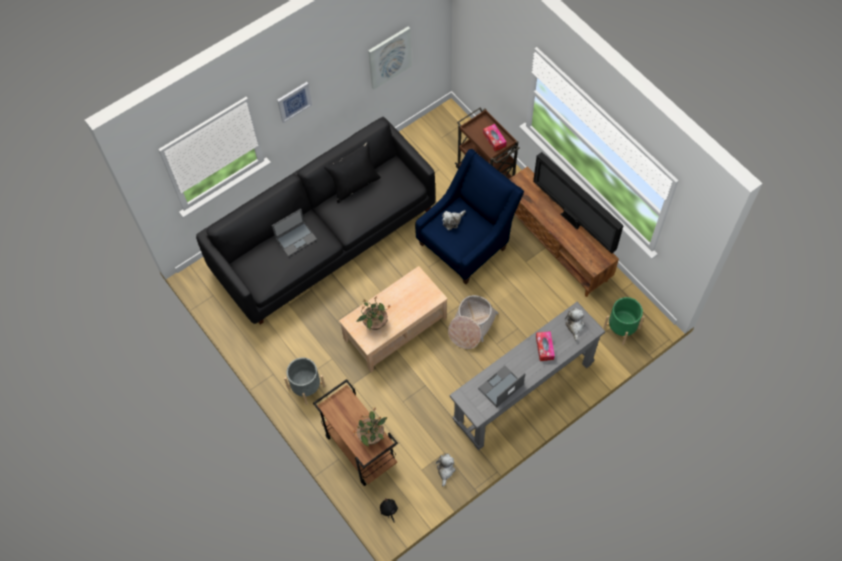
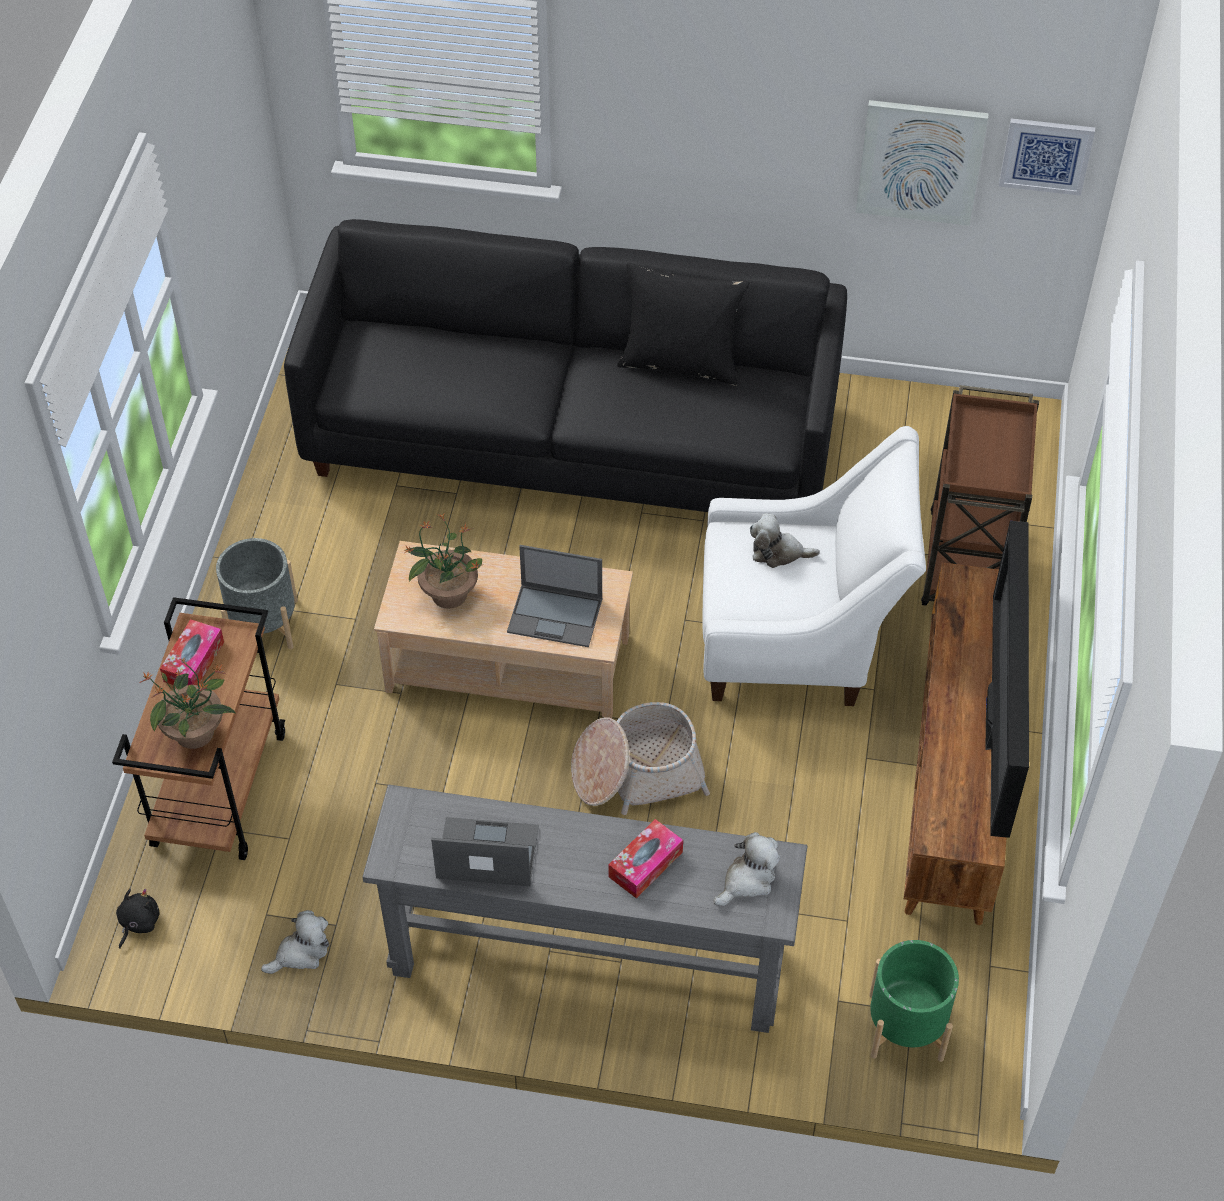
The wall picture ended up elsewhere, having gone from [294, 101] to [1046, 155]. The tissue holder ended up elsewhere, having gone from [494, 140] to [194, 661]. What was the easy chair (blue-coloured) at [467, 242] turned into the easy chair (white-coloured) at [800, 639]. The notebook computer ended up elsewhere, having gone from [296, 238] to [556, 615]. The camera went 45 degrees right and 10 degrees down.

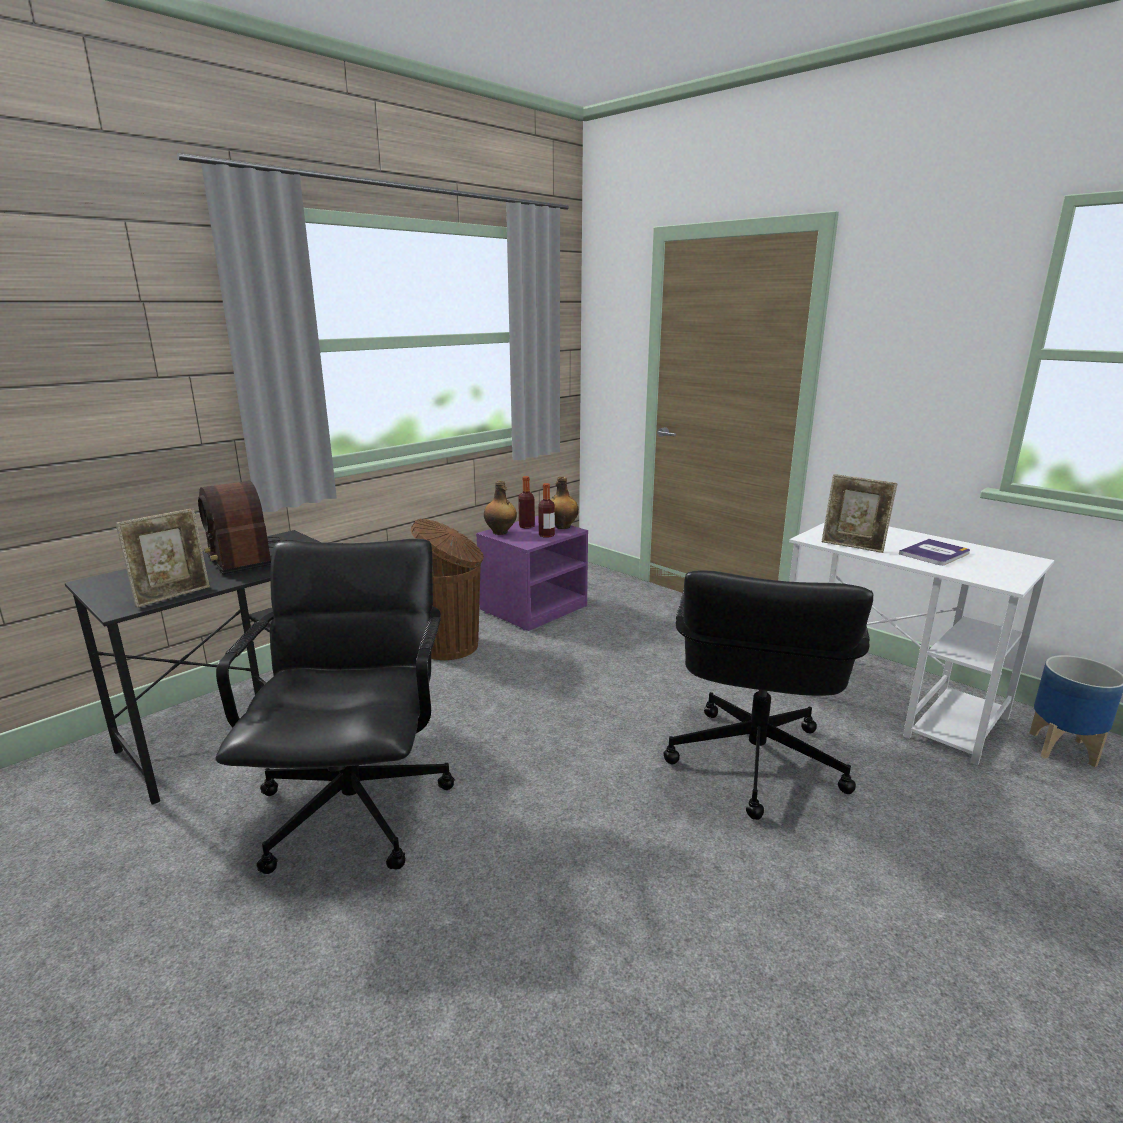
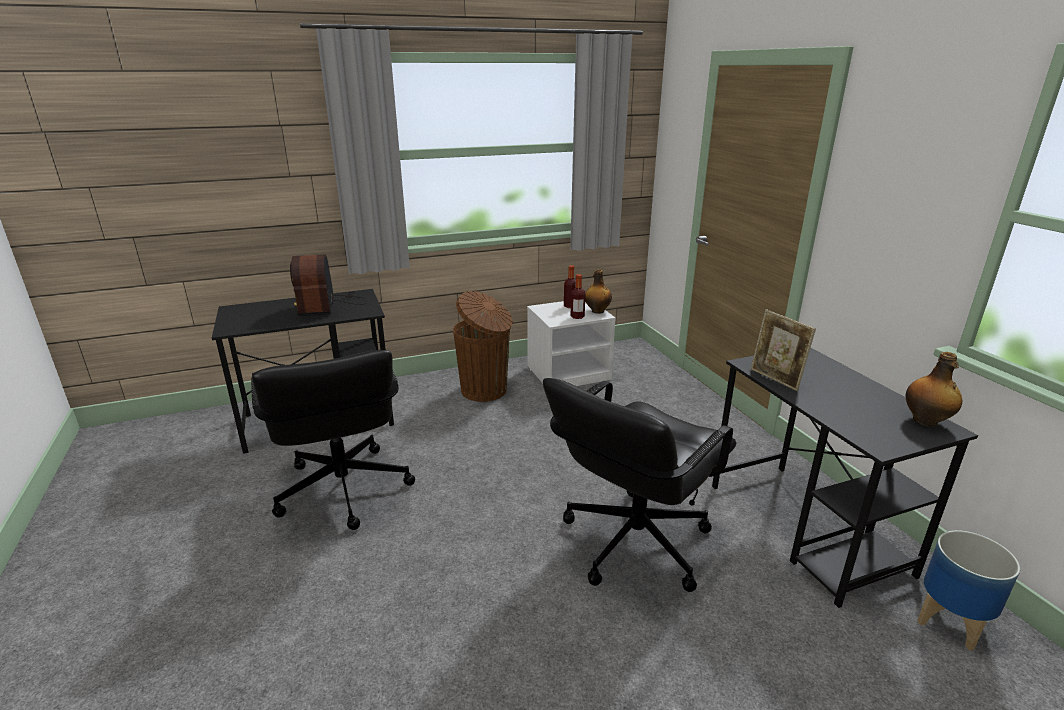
The beverage bottle ended up elsewhere, having gone from [500, 532] to [926, 421]. The second view lost the standing frame at [173, 596]. What was the bedside table (purplish) at [533, 608] turned into the bedside table (white-coloured) at [568, 373]. What was the desk table (white-coloured) at [889, 703] turned into the desk table (blackish) at [806, 529]. The computer chair (blackish) at [356, 808] ended up facing another way, 135 degrees clockwise from before. The second view lost the book at [935, 553]. The camera went 25 degrees right and 5 degrees up.

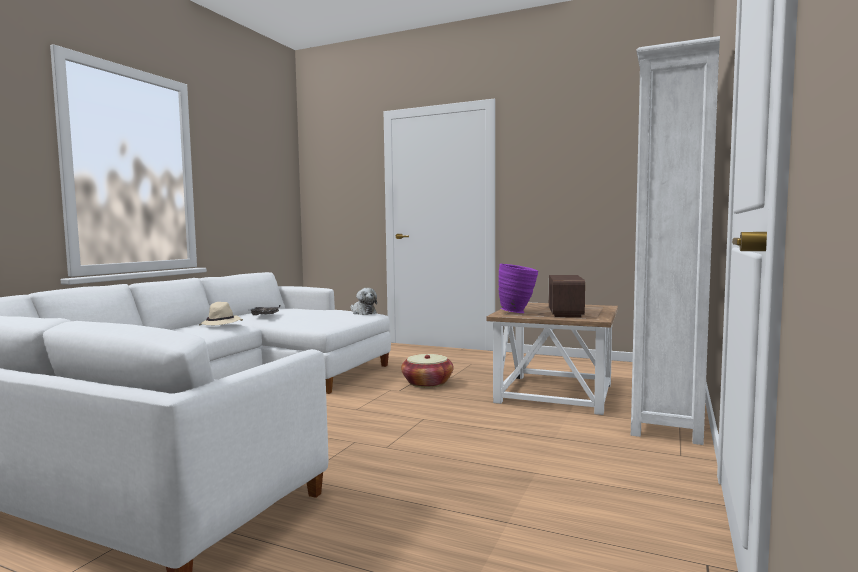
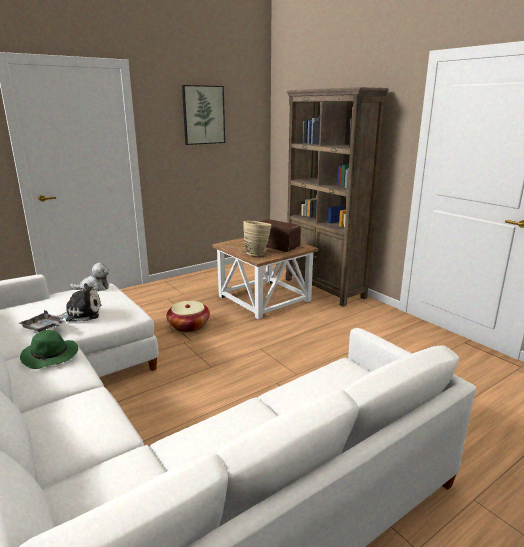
What was the bookcase (white-coloured) at [666, 413] turned into the bookcase (brown-coloured) at [324, 288]. What was the decorative vase (purplish) at [518, 312] turned into the decorative vase (sand-coloured) at [257, 254]. What was the clothing hat (sand-coloured) at [221, 324] turned into the clothing hat (greenish) at [51, 356]. The second view gained the wall picture at [203, 115]. The second view gained the plush toy at [81, 314]. The camera went 60 degrees left and 15 degrees up.

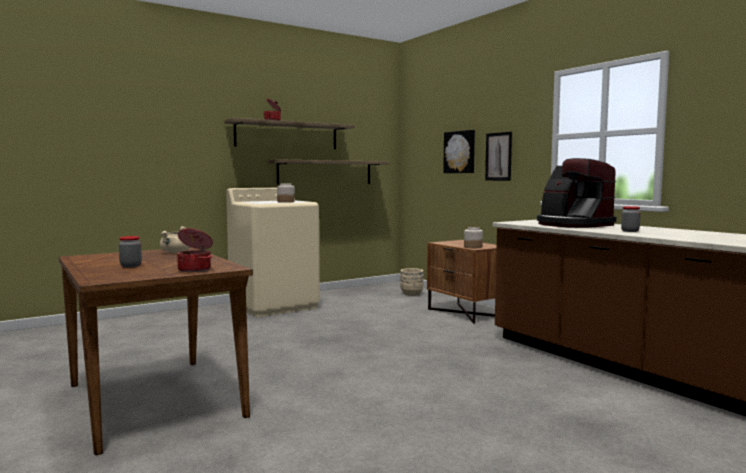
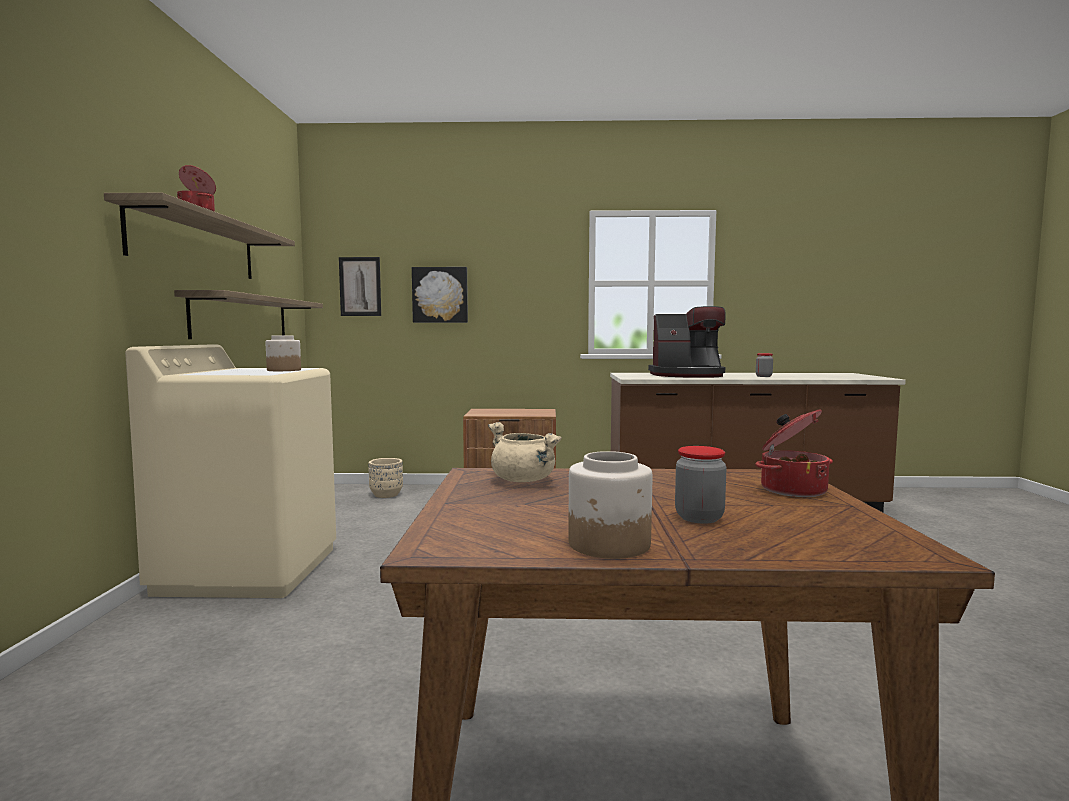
The wall picture ended up elsewhere, having gone from [498, 156] to [360, 286]. The preserve jar ended up elsewhere, having gone from [473, 247] to [609, 544]. The camera went 55 degrees left and 0 degrees up.

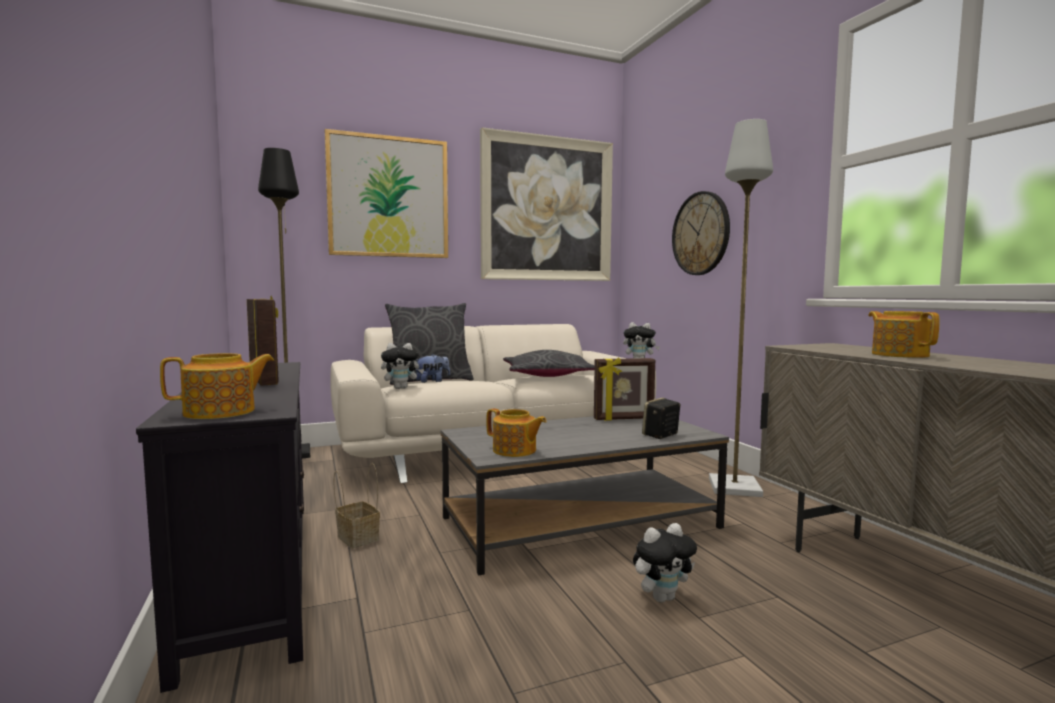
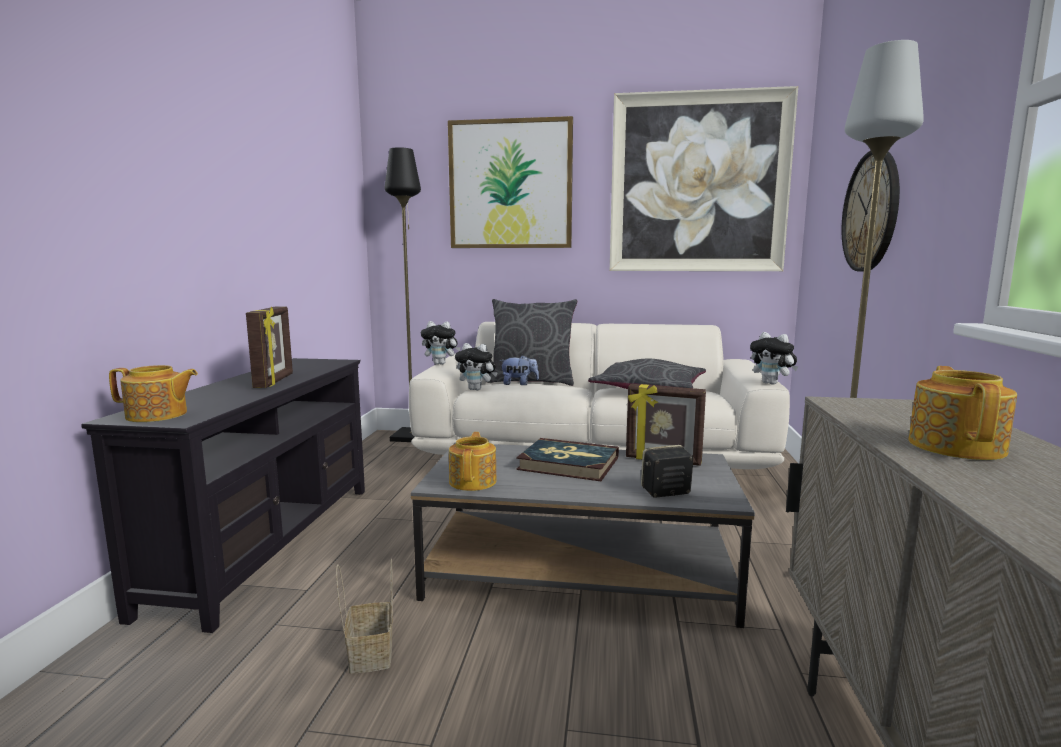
The pot for tea at [515, 451] ended up facing another way, 150 degrees counterclockwise from before. The basket ended up elsewhere, having gone from [356, 537] to [369, 653]. The plush toy ended up elsewhere, having gone from [662, 597] to [441, 364]. The second view gained the book at [568, 464]. The camera went 30 degrees right and 5 degrees up.

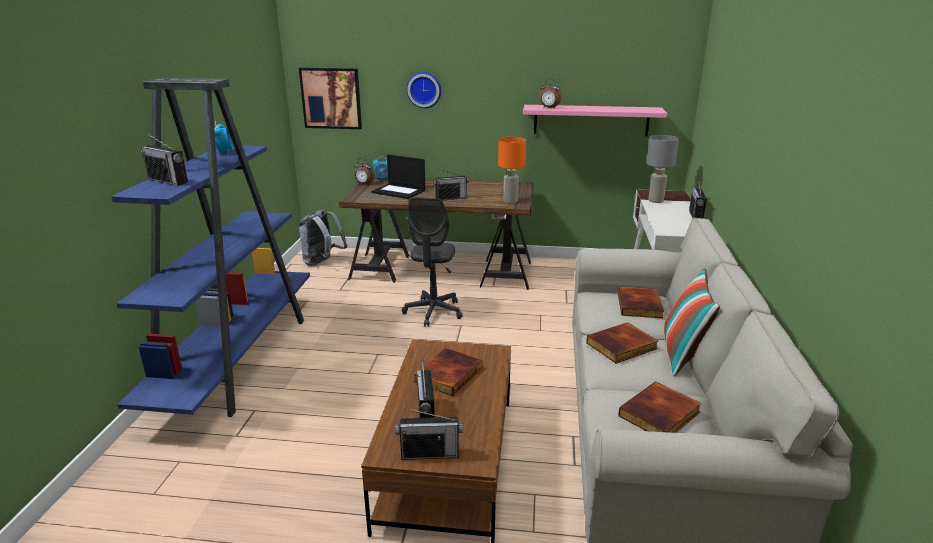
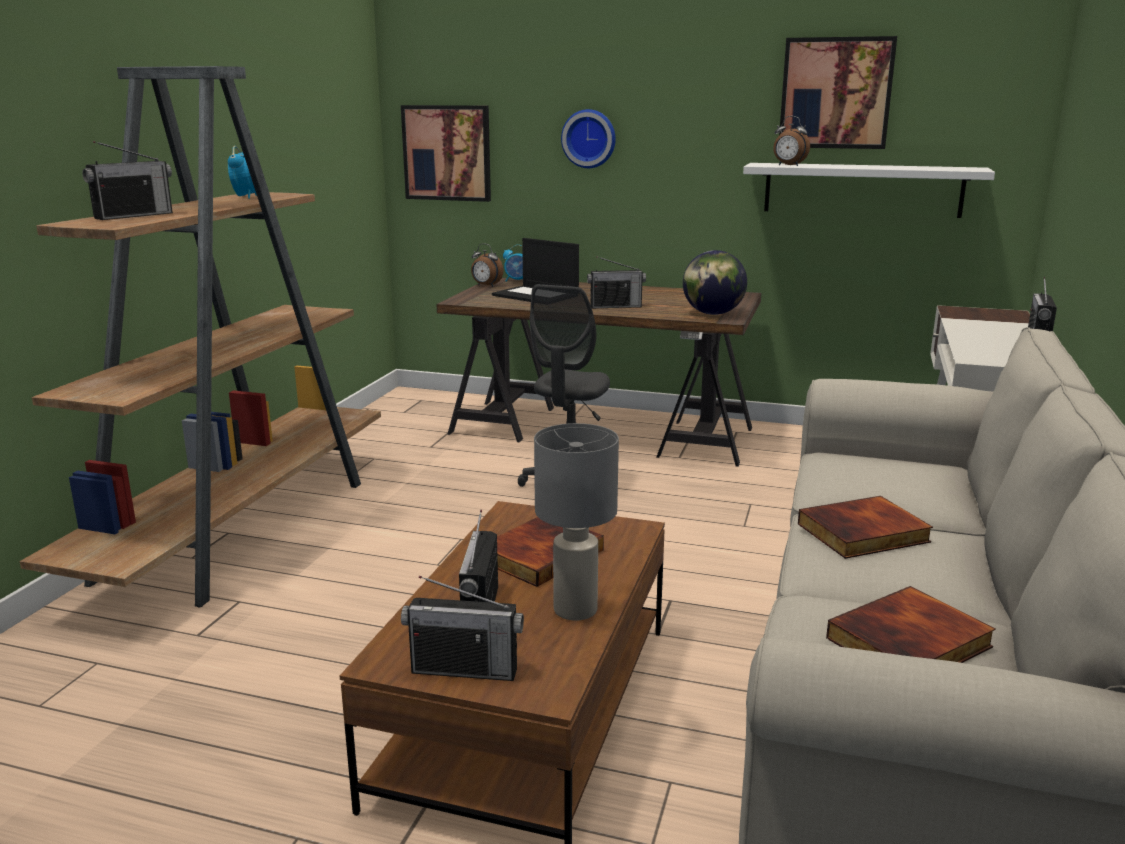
What was the bookcase (blue-coloured) at [237, 358] turned into the bookcase (brown-coloured) at [241, 527]. What was the wall shelf (pink) at [591, 120] turned into the wall shelf (white-coloured) at [862, 189]. The radio receiver at [168, 181] ended up facing another way, 90 degrees counterclockwise from before. The tabletop lamp (grey) ended up elsewhere, having gone from [655, 200] to [575, 609]. Where the tabletop lamp (orangey) stood at [510, 201], the world globe came to stand at [712, 314]. The second view lost the rucksack (grey) at [322, 262]. The second view lost the cushion at [683, 355]. The second view lost the book at [640, 305]. The second view gained the wall picture at [836, 93]. The camera went 10 degrees right and 5 degrees down.

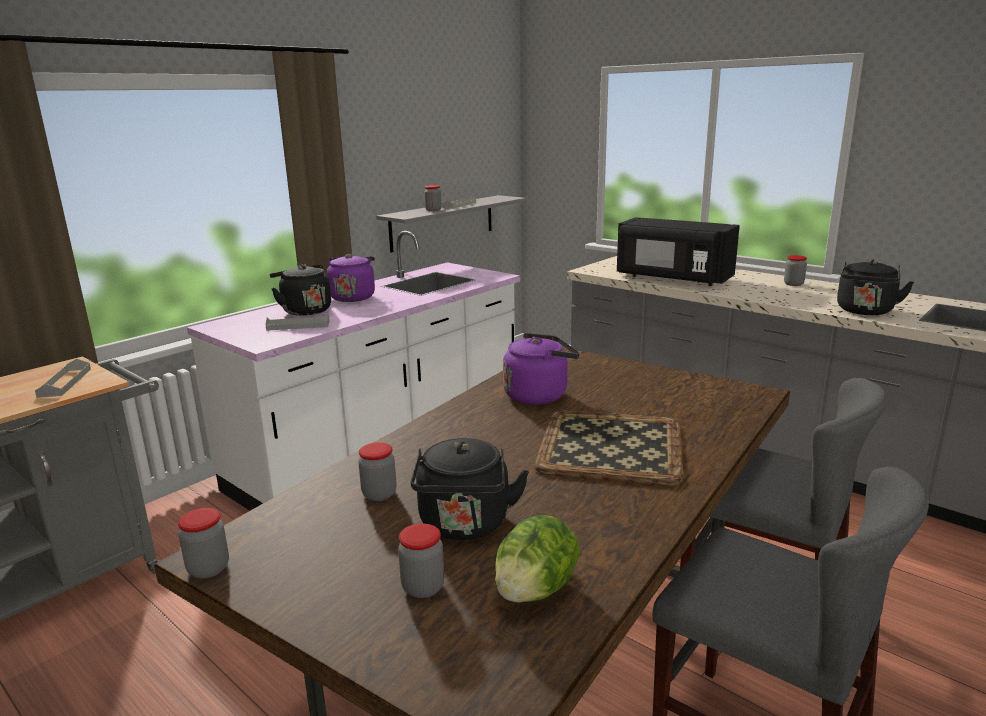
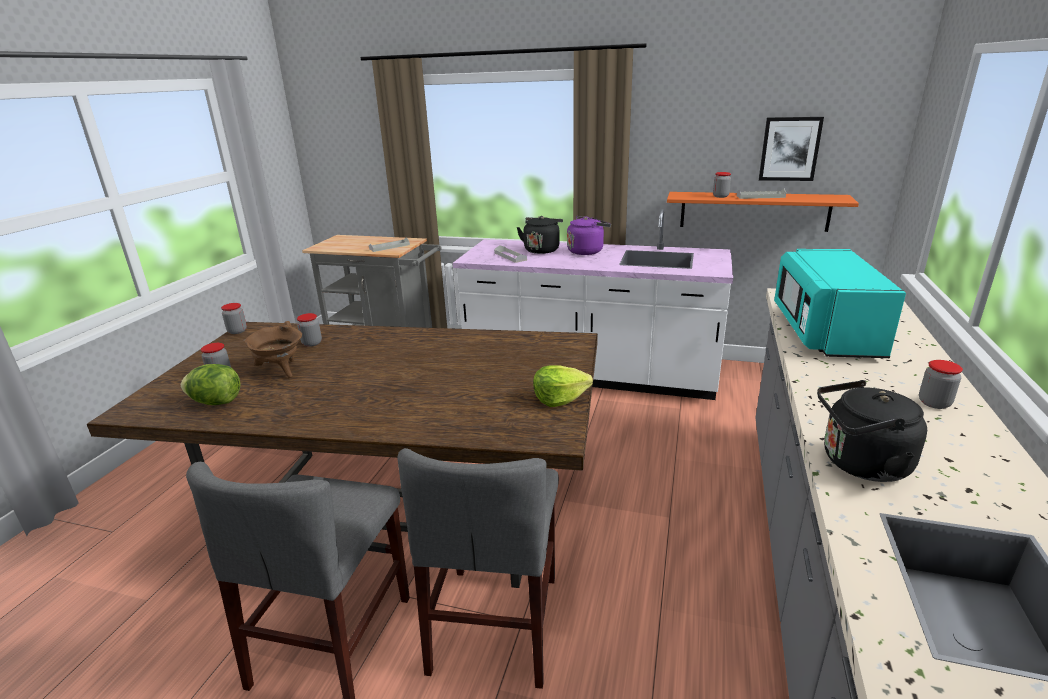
What was the wall shelf (grey) at [443, 222] turned into the wall shelf (orangey) at [754, 211]. What was the kitchen microwave (blackish) at [672, 278] turned into the kitchen microwave (turquoise-coloured) at [824, 332]. The second view lost the water kettle (purplish) at [539, 395]. The second view lost the serving tray at [612, 446]. Where the water kettle (blackish) stood at [465, 525], the stockpot (brown-coloured) came to stand at [281, 371]. The second view gained the wall picture at [789, 149]. The second view gained the lettuce head at [559, 398]. The camera went 65 degrees right and 5 degrees up.

